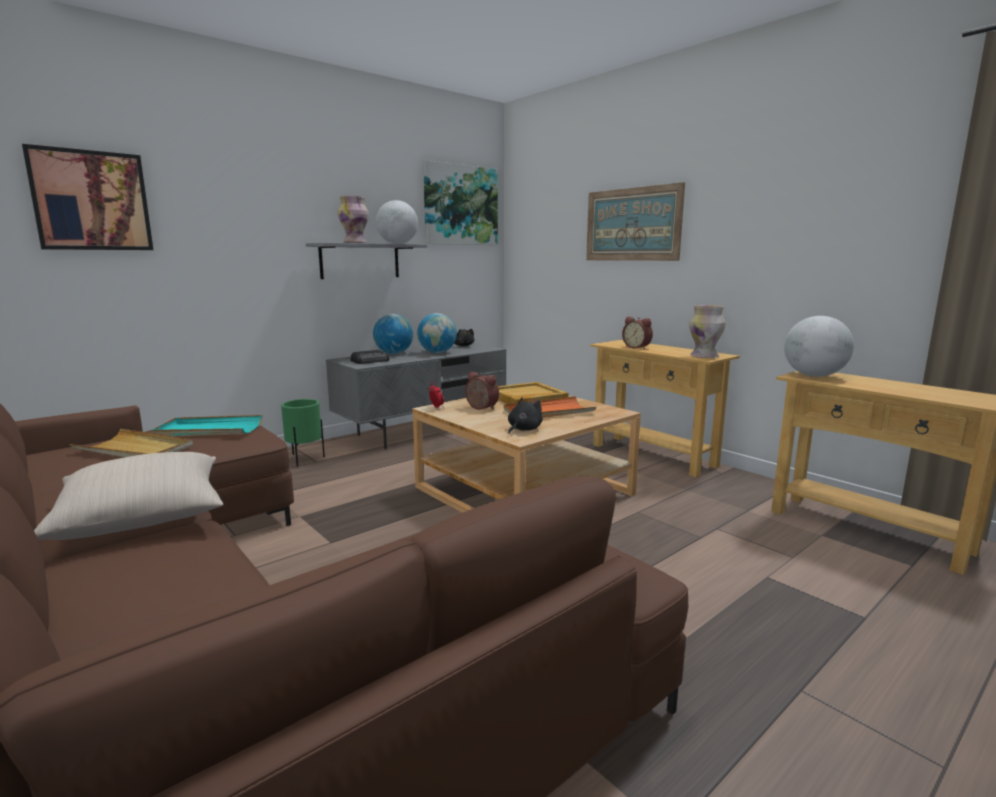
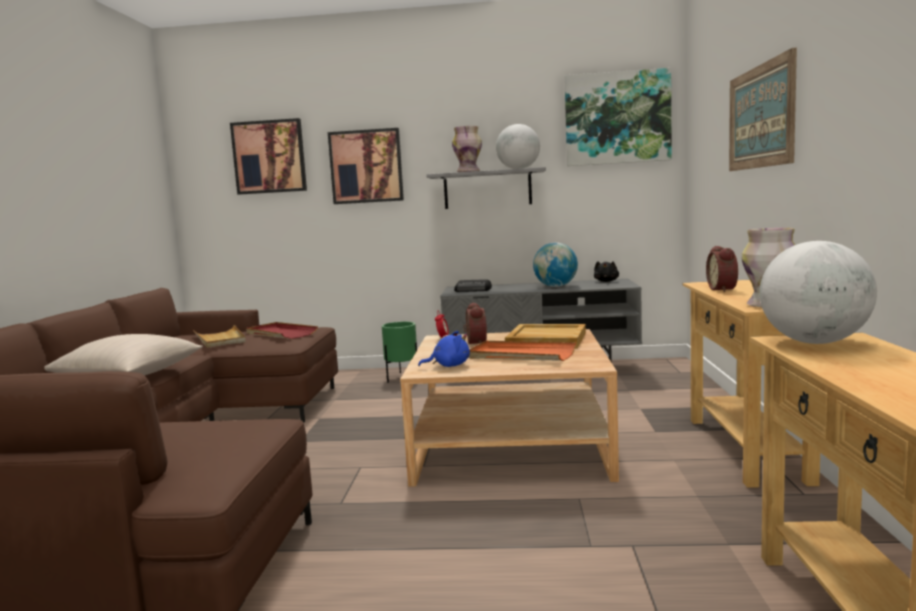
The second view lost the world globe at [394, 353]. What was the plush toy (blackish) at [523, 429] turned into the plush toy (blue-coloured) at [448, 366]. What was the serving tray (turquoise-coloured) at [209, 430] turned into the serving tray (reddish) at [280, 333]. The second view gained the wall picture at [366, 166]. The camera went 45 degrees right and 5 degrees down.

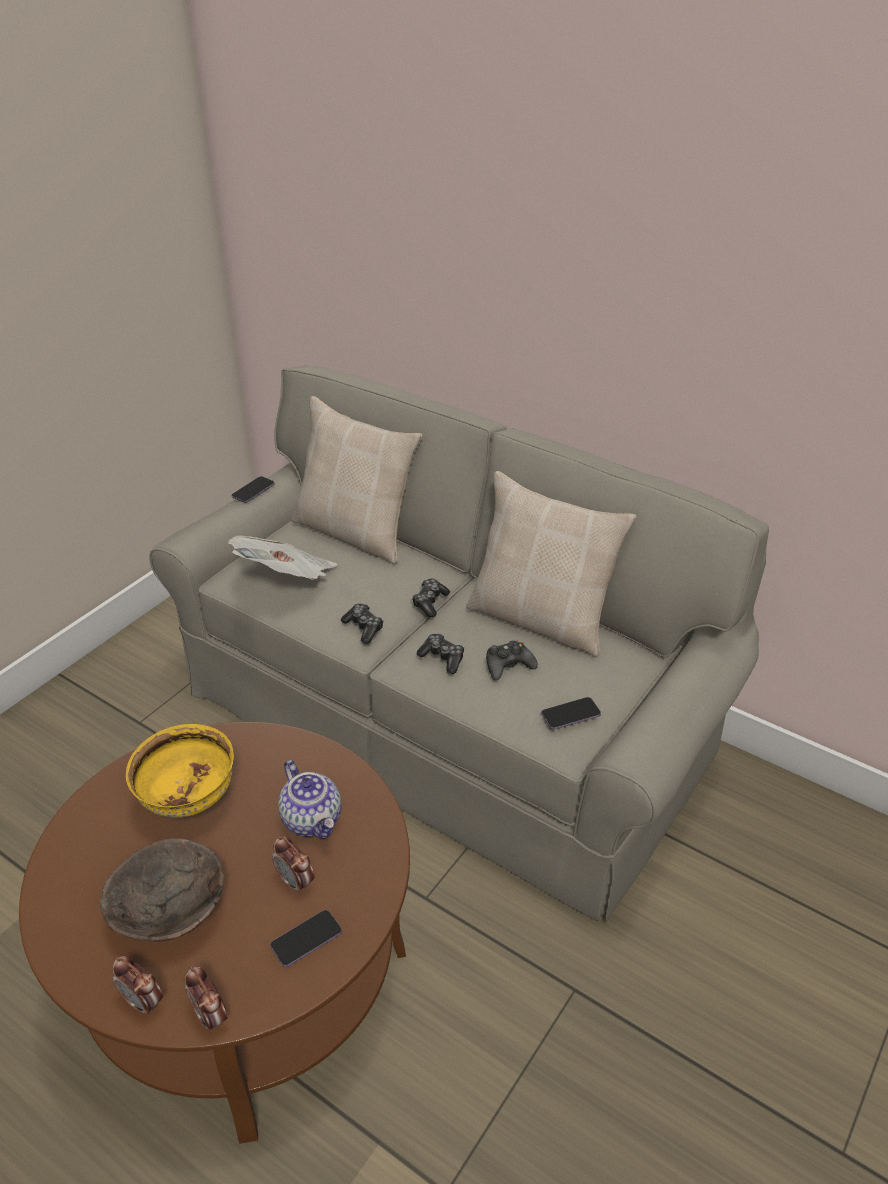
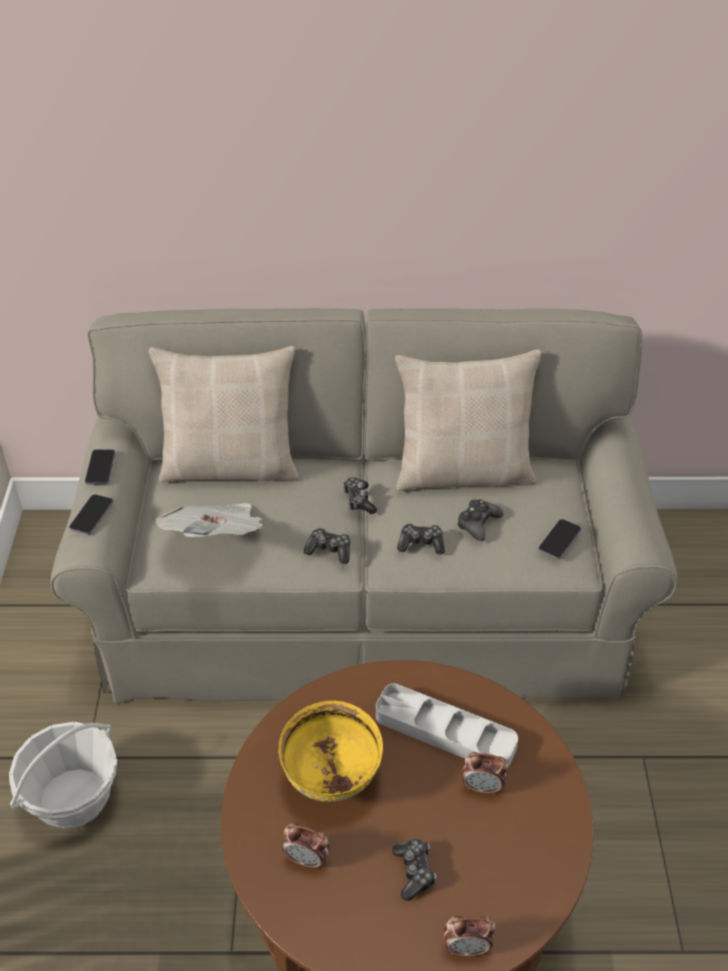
Where the pot for tea stood at [313, 819], the serving tray (grey) came to stand at [445, 732]. Where the bowl (brown-coloured) stood at [170, 913], the joypad came to stand at [414, 872]. The phone ended up elsewhere, having gone from [306, 939] to [91, 515]. The bedside clock ended up elsewhere, having gone from [210, 1016] to [307, 859]. The second view gained the basket at [73, 798]. The camera went 35 degrees left and 5 degrees up.

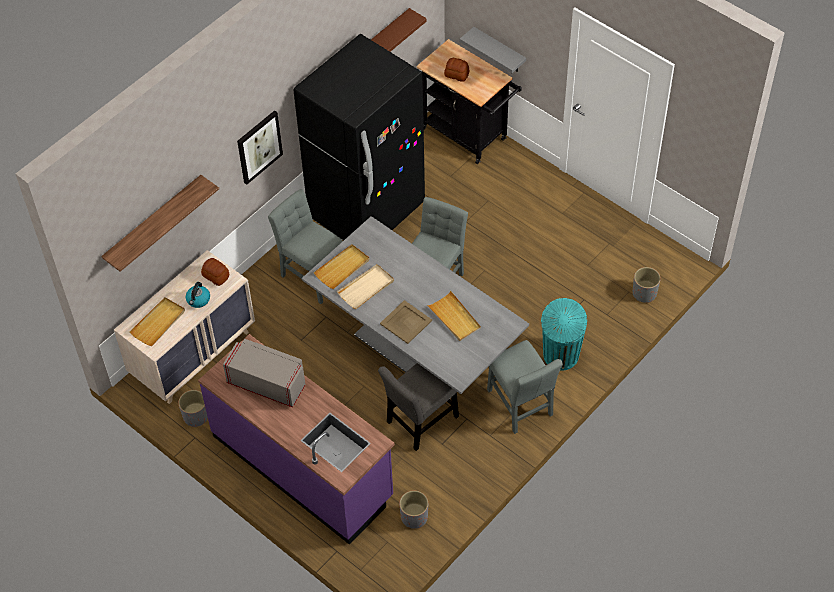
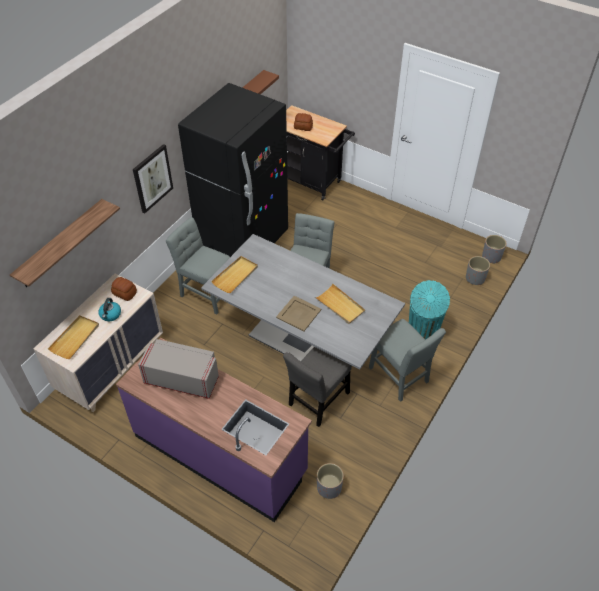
The second view lost the wall shelf (grey) at [499, 51]. The second view lost the serving tray (sand-coloured) at [366, 288]. The planter (grey) ended up elsewhere, having gone from [196, 416] to [491, 257]. The camera went 10 degrees left and 5 degrees down.

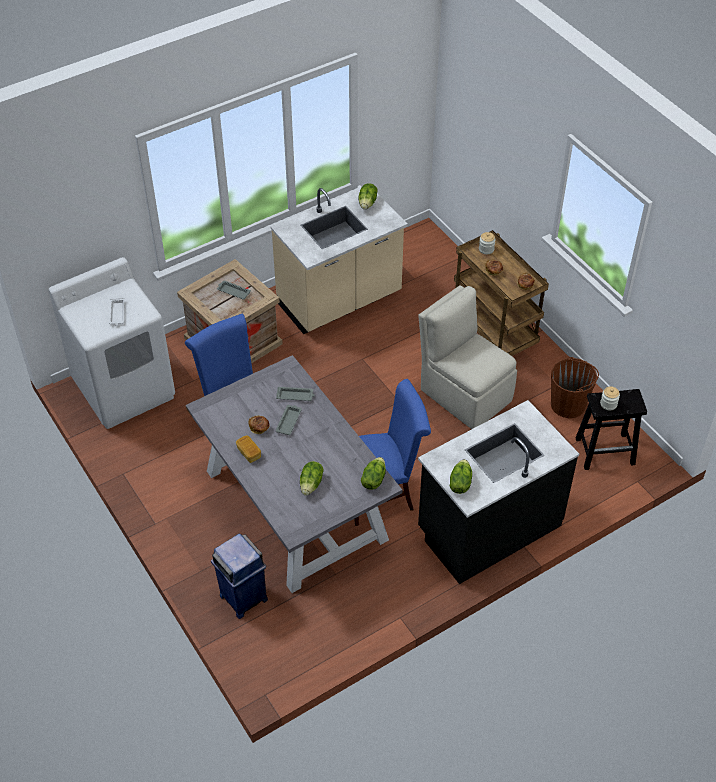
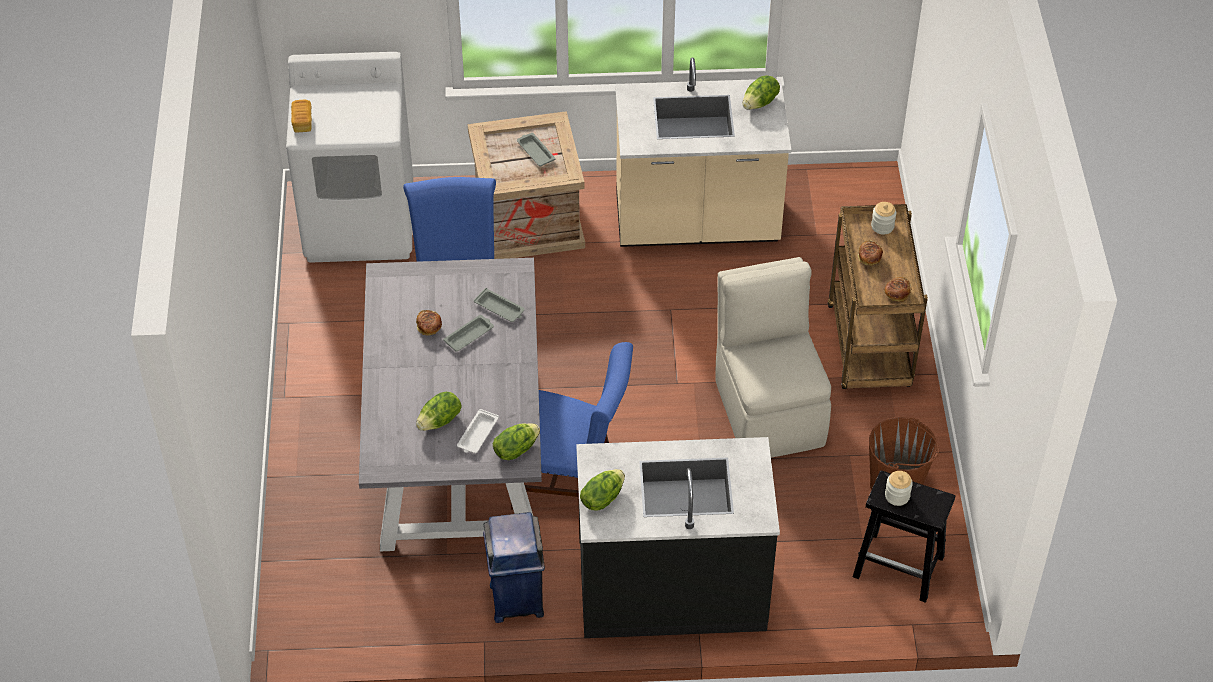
The serving tray (white-coloured) ended up elsewhere, having gone from [117, 313] to [477, 435]. The bakery bread ended up elsewhere, having gone from [249, 453] to [302, 122]. The trash can (blue-coloured) ended up elsewhere, having gone from [243, 597] to [516, 598]. The camera went 30 degrees right and 0 degrees up.

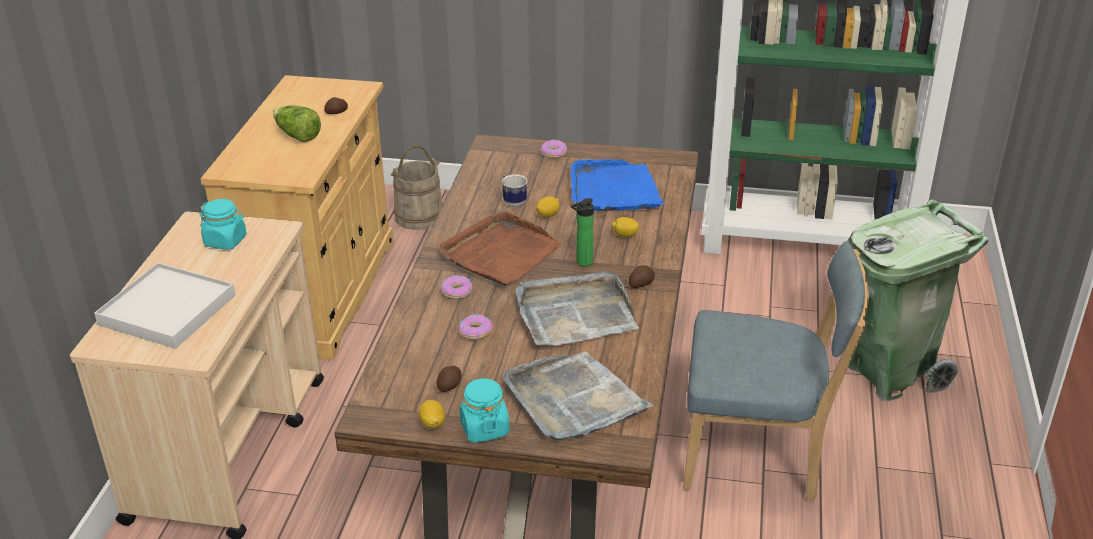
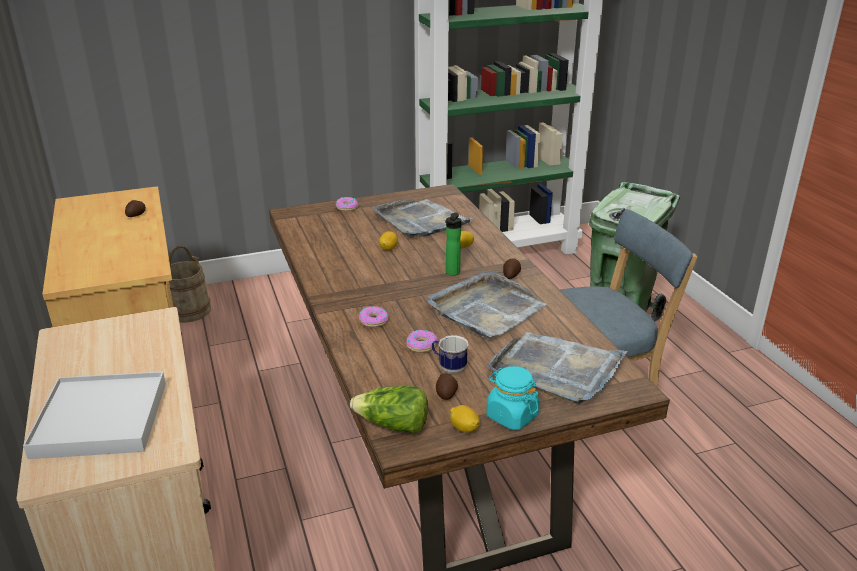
The lettuce head ended up elsewhere, having gone from [297, 135] to [393, 425]. What was the serving tray (blue-coloured) at [613, 190] turned into the serving tray (grey) at [420, 221]. The coffee mug ended up elsewhere, having gone from [513, 201] to [449, 367]. The second view lost the preserve jar (turquoise-coloured) at [226, 241]. The second view lost the serving tray (brown-coloured) at [500, 253]. The camera went 30 degrees left and 5 degrees down.

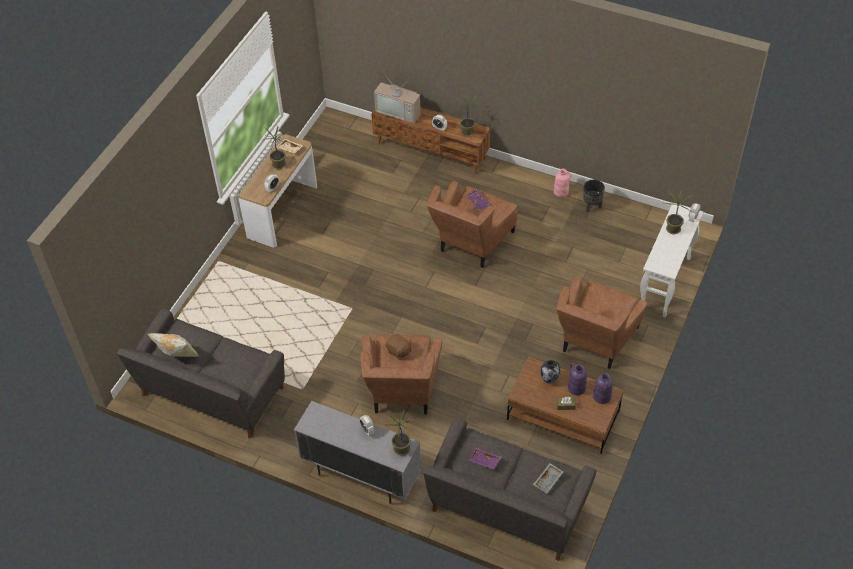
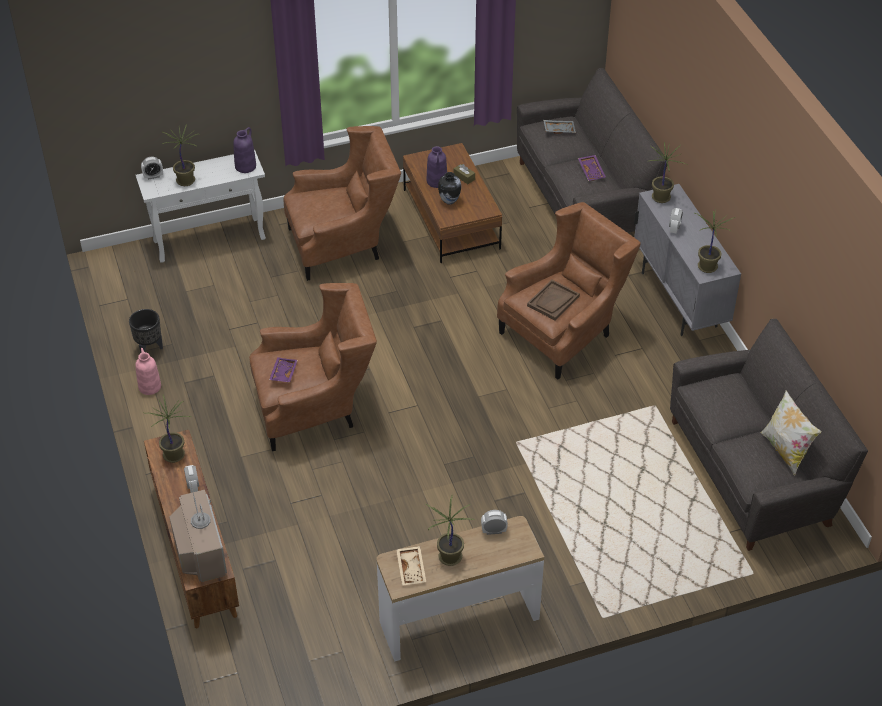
Where the plush toy (brown-coloured) stood at [399, 351], the serving tray (brown-coloured) came to stand at [553, 301]. The decorative vase (purplish) ended up elsewhere, having gone from [602, 397] to [245, 166]. The second view gained the plant in a pot at [707, 266]. The camera went 135 degrees left and 5 degrees down.

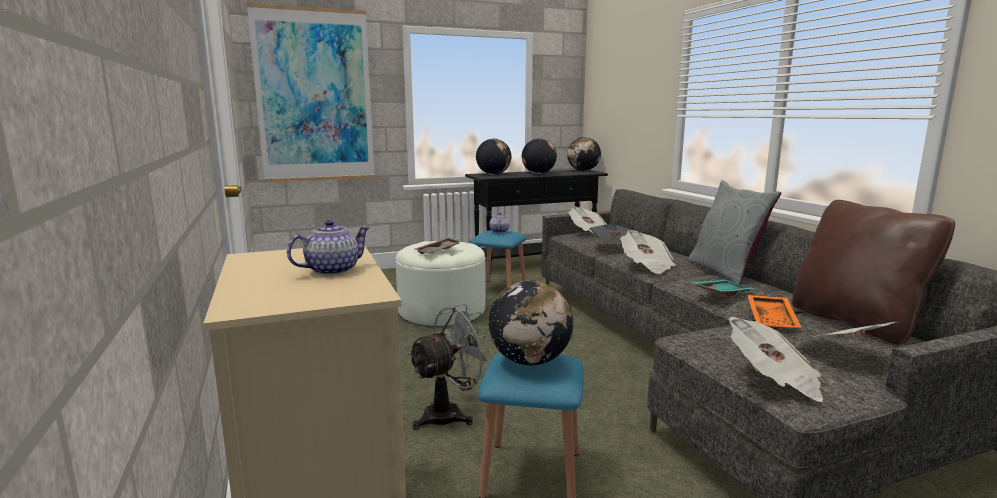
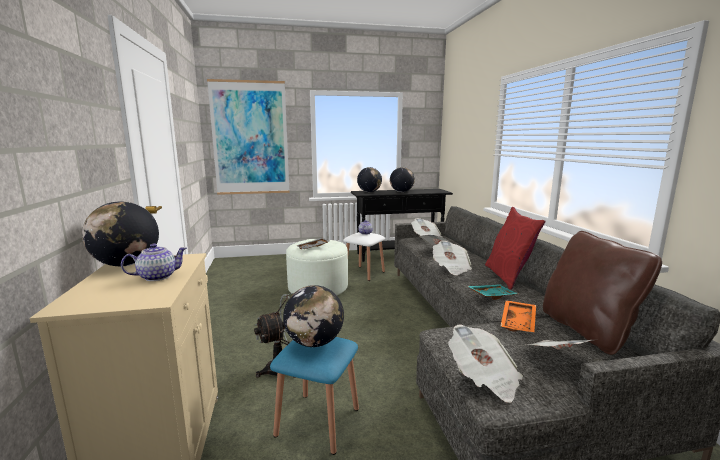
The world globe ended up elsewhere, having gone from [583, 170] to [126, 264]. What was the cushion (grey) at [725, 272] turned into the cushion (reddish) at [508, 276]. What was the stool (blue-coloured) at [498, 289] turned into the stool (white-coloured) at [364, 273]. The camera went 10 degrees right and 0 degrees up.

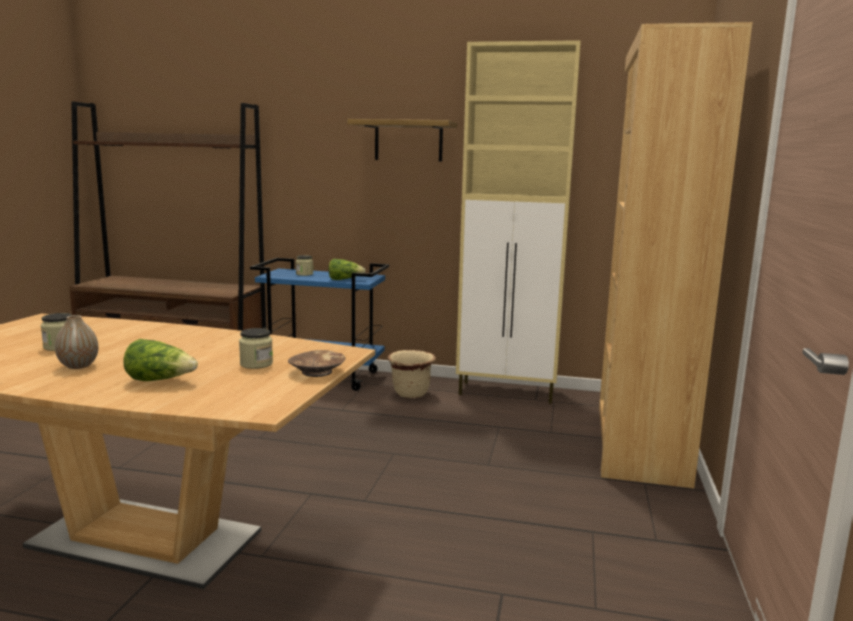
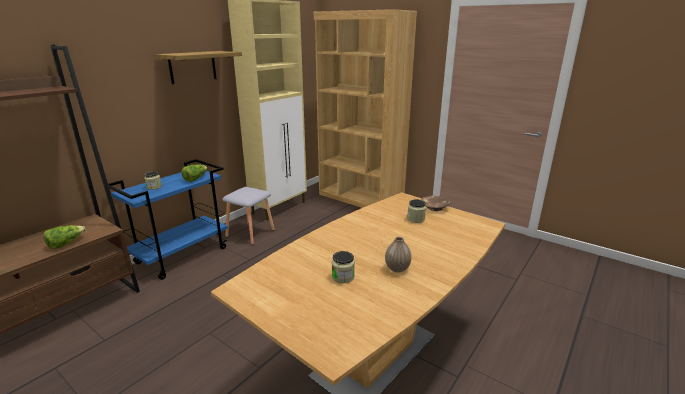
The lettuce head ended up elsewhere, having gone from [160, 380] to [66, 243]. Where the planter (sand-coloured) stood at [411, 394], the stool (grey) came to stand at [250, 233]. The camera went 65 degrees left and 10 degrees up.

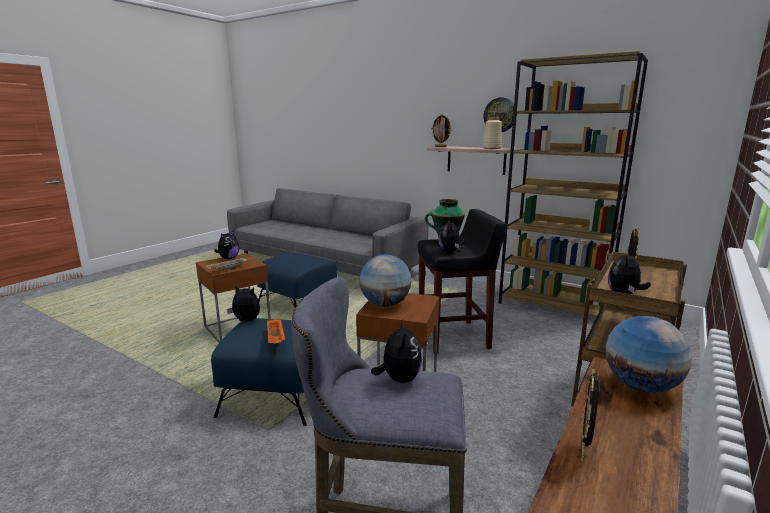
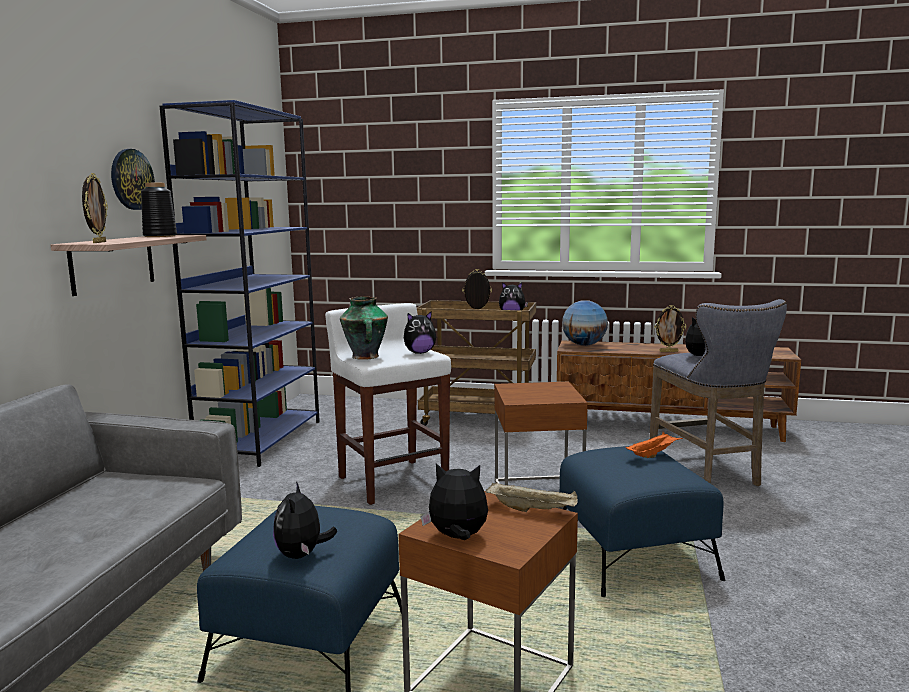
What was the bookcase (brown-coloured) at [554, 305] turned into the bookcase (blue-coloured) at [261, 440]. What was the decorative vase (sand-coloured) at [491, 148] turned into the decorative vase (blackish) at [159, 236]. What was the stool (blackish) at [454, 337] turned into the stool (white-coloured) at [392, 481]. The second view lost the world globe at [385, 304]. The plush toy ended up elsewhere, having gone from [246, 321] to [302, 555]. The camera went 110 degrees left and 5 degrees down.

